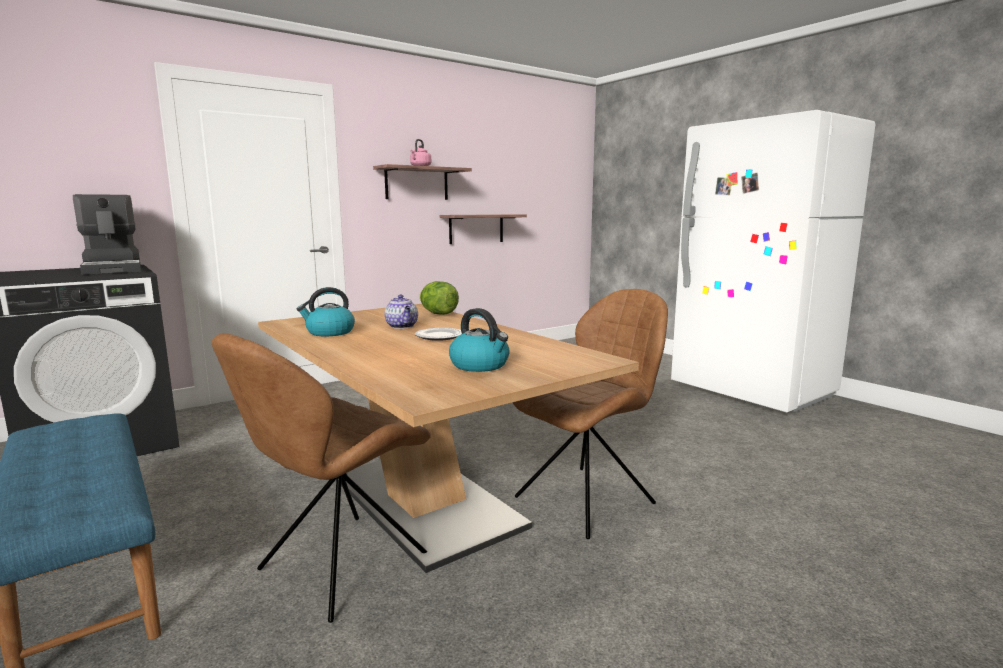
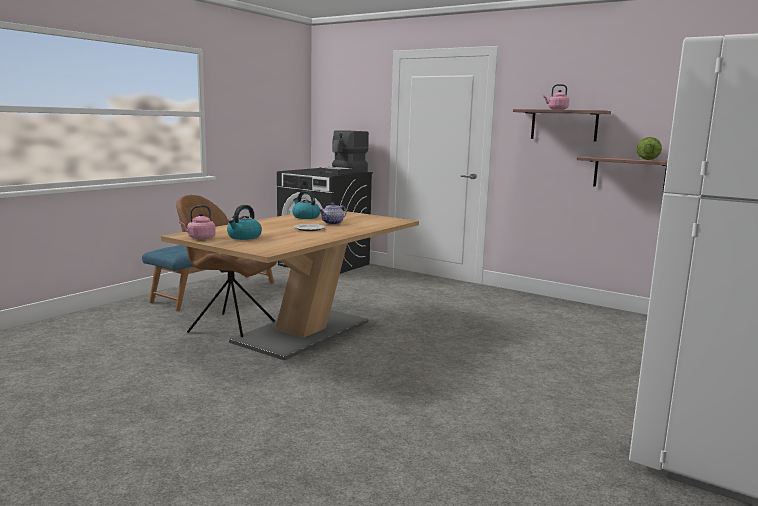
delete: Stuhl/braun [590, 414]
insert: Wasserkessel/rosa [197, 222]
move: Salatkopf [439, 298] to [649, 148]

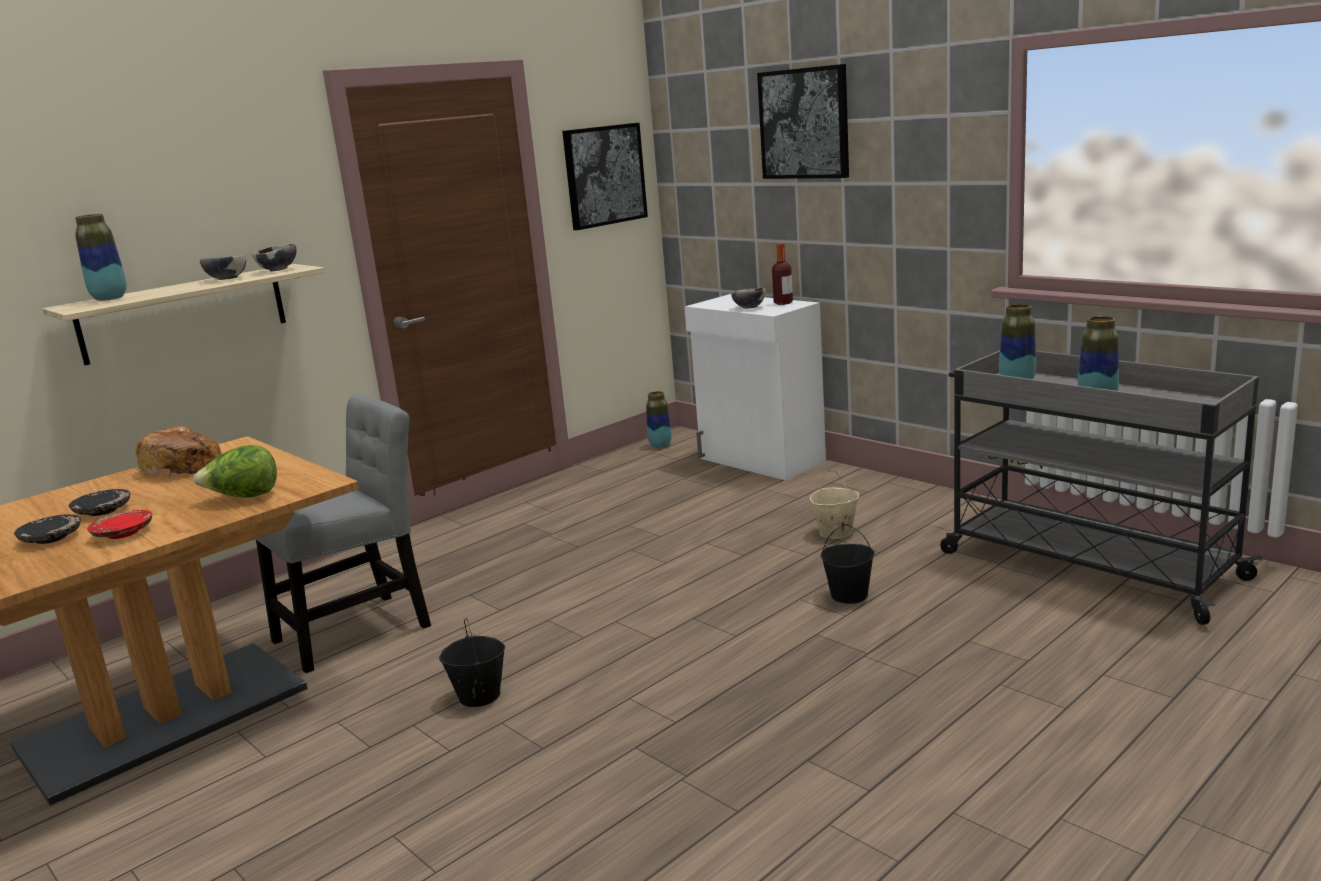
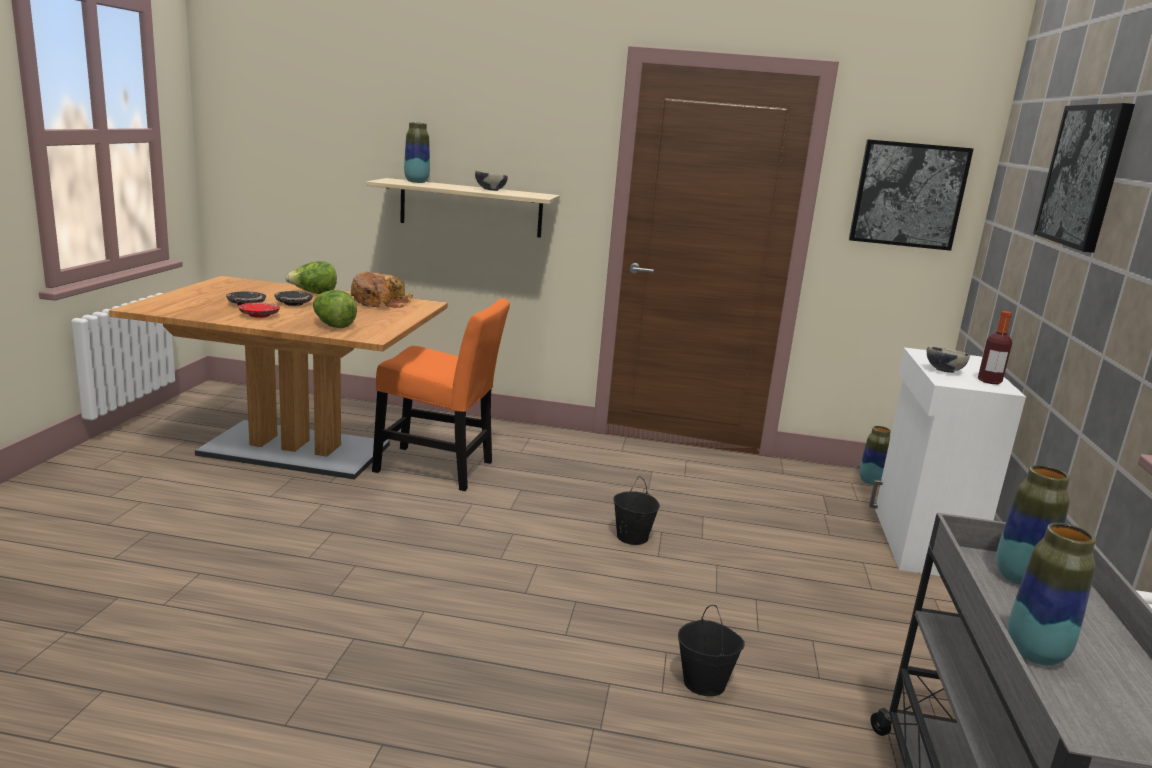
delete: Schüssel [274, 258]; Eimer/beige [834, 504]
insert: Salatkopf [311, 277]
move: Eimer/schwarz [472, 662] to [637, 510]
recolor: Stuhl/grau [343, 533] to Stuhl/orange [441, 394]

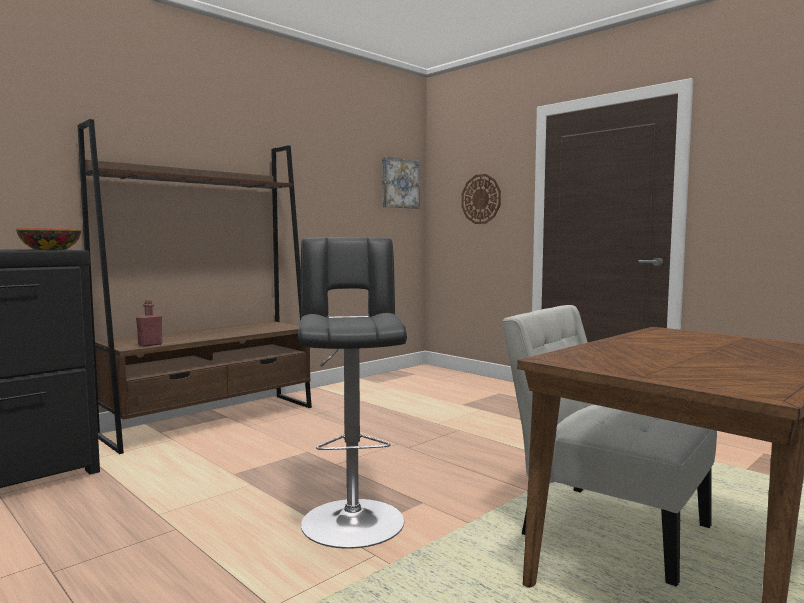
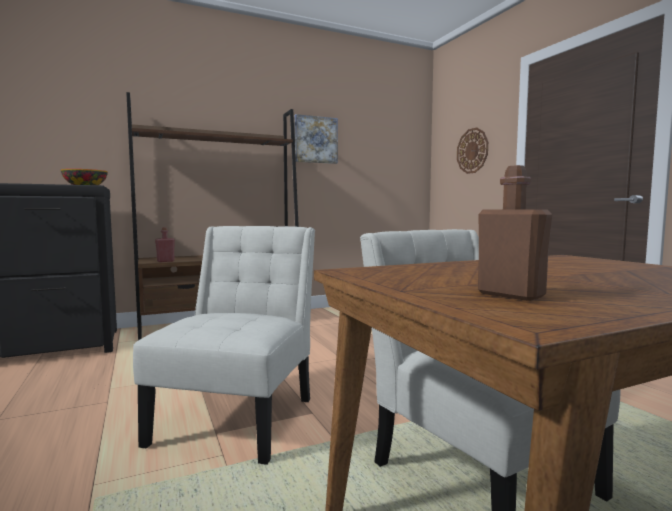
insert: Flasche/braun [515, 233]
move: Bild [401, 183] to [316, 139]
replace: Hocker/schwarz [352, 393] to Stuhl/weiß [224, 345]

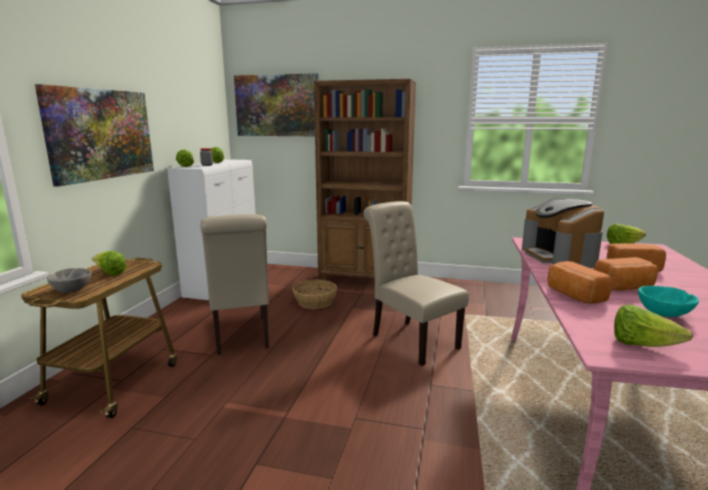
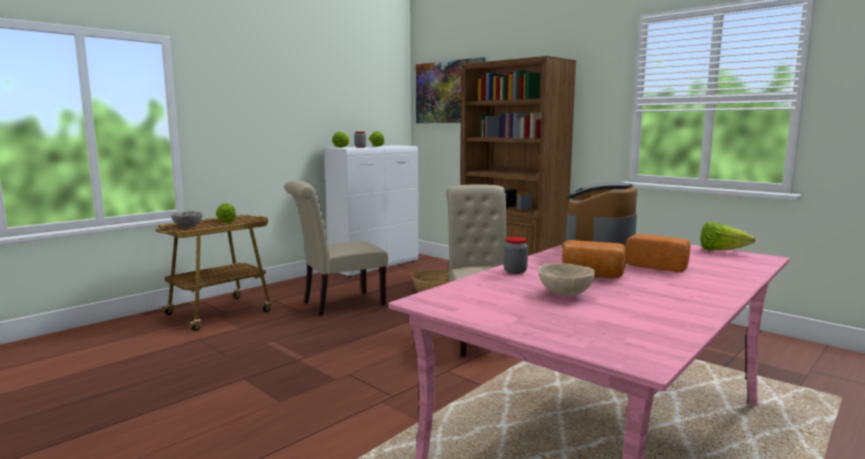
delete: Bild [94, 135]; Salatkopf [653, 326]
replace: Brot [580, 282] to Vorratsglas [516, 255]
recolor: Schüssel/türkis [668, 301] to Schüssel/beige [566, 279]
rotate: Stuhl/beige [234, 284] = [336, 248] 45 degrees clockwise

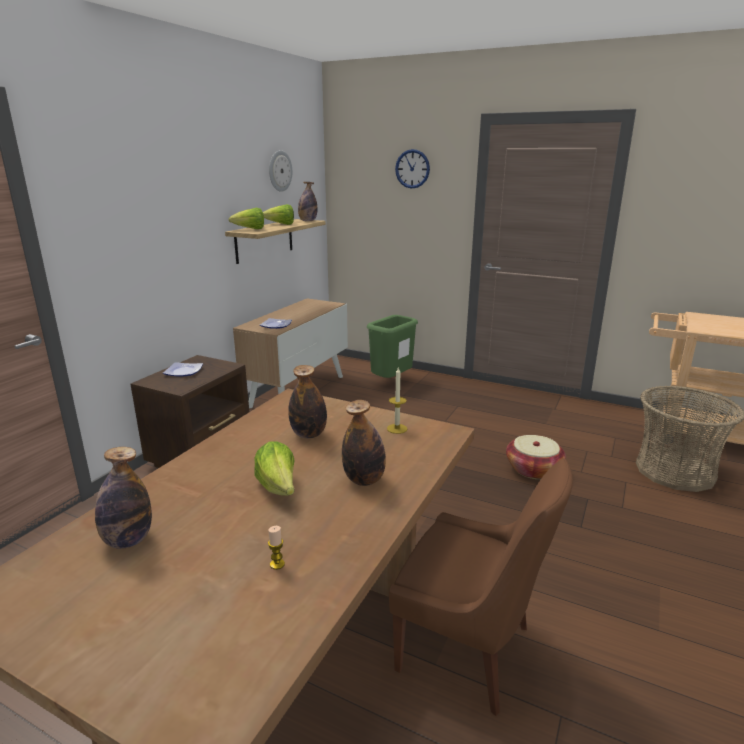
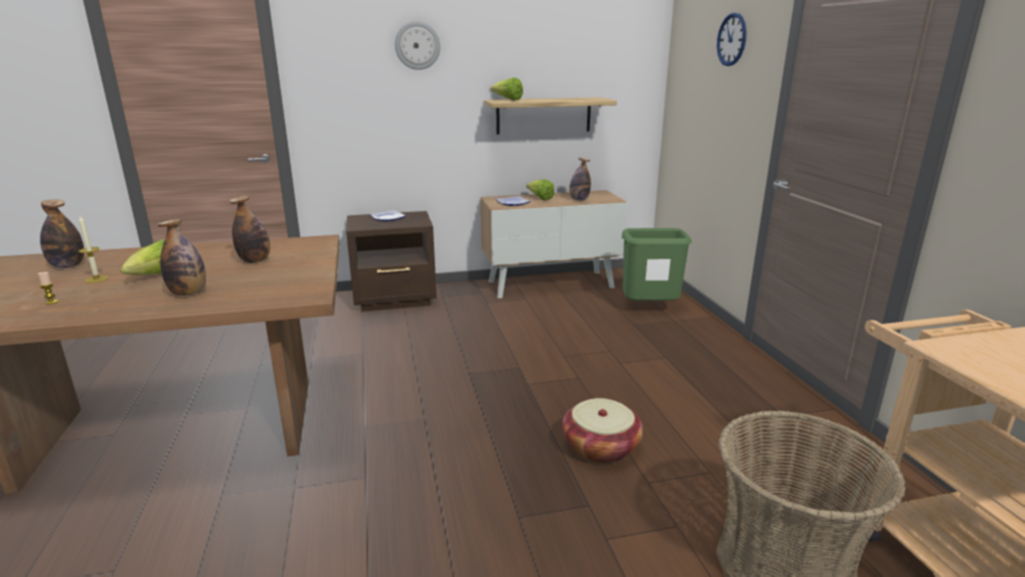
delete: Stuhl/braun [481, 587]
move: Kerze [397, 401] to [94, 249]; Wanduhr [280, 171] to [417, 45]; Salatkopf [278, 214] to [540, 189]; Flasche [307, 201] to [580, 179]

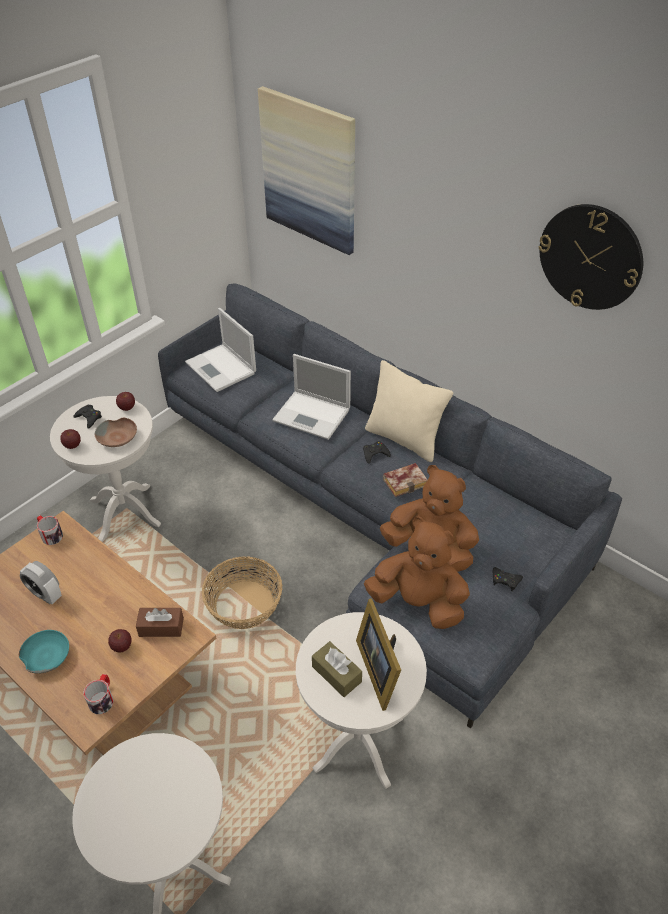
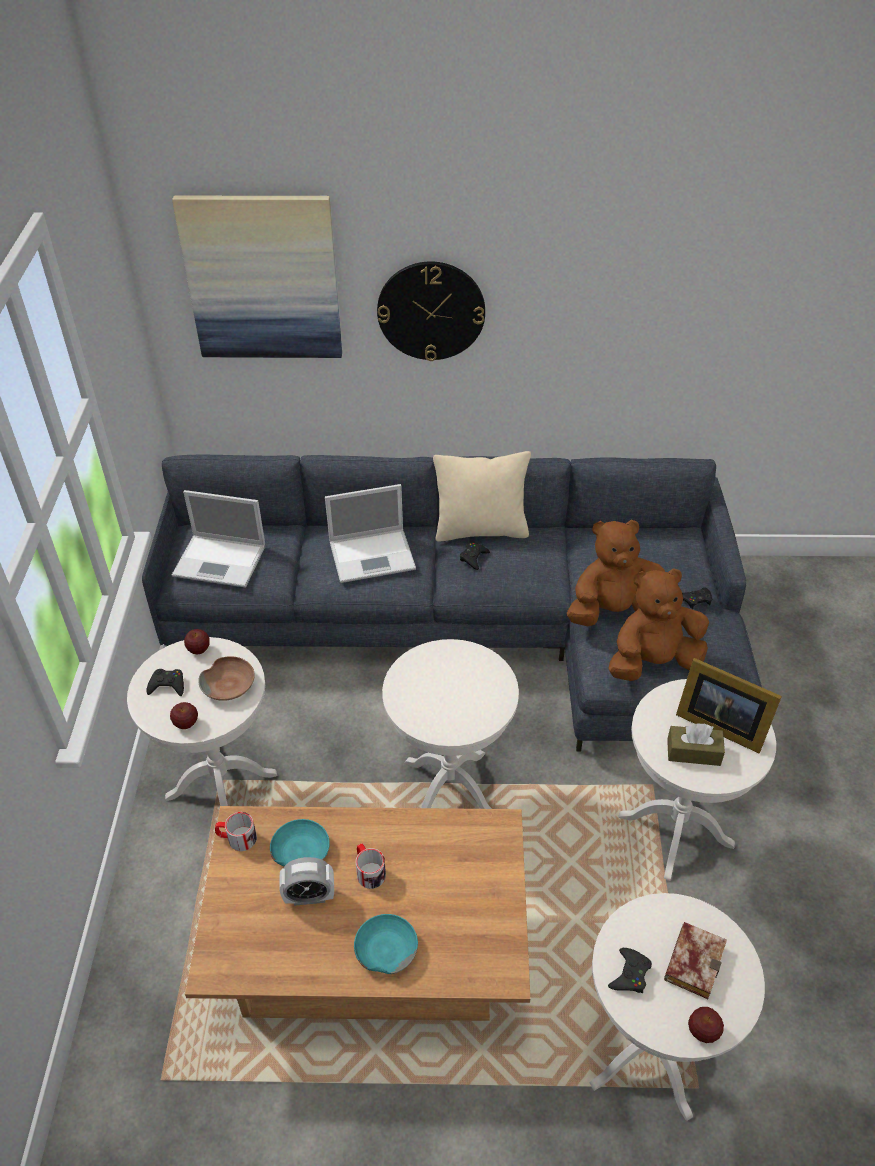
delete: Taschentuchbox/braun [160, 622]
insert: Schüssel/türkis [300, 843]; Gamepad/schwarz [630, 970]
move: Henkelbecher [98, 694] to [371, 866]; Wanduhr [591, 257] to [431, 311]; Buch [405, 480] to [695, 960]; Apfel [119, 641] to [706, 1025]
replace: Korb [242, 592] to Beistelltisch/weiß [450, 724]

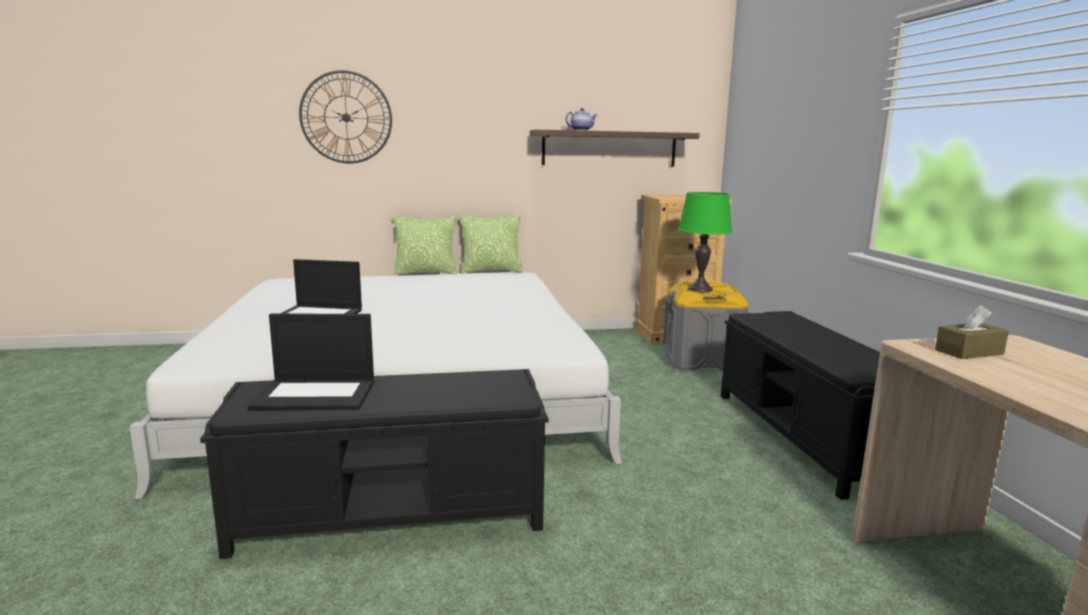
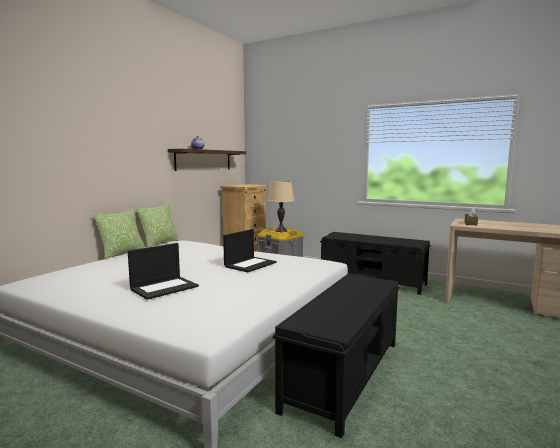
delete: Wanduhr [345, 117]
move: Laptop [311, 362] to [250, 250]
recolor: Tischlampe/grün [705, 242] to Tischlampe/beige [281, 206]

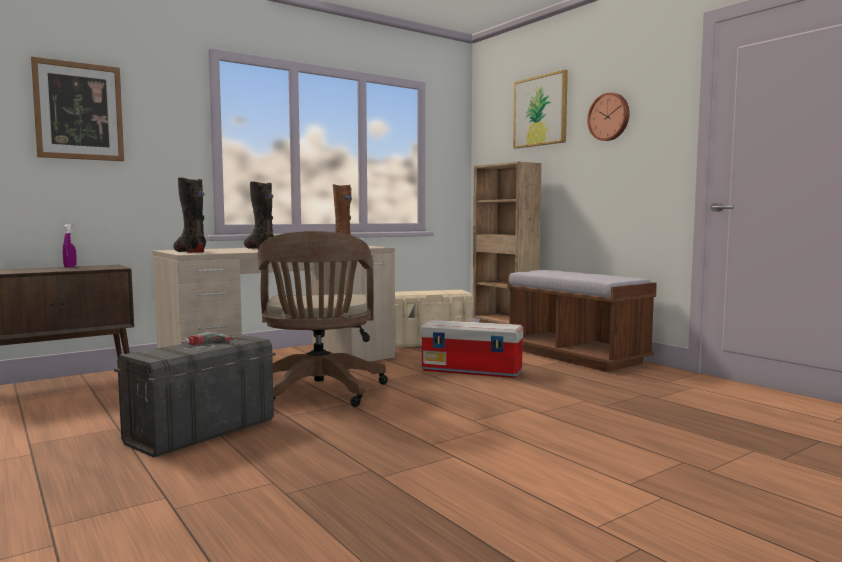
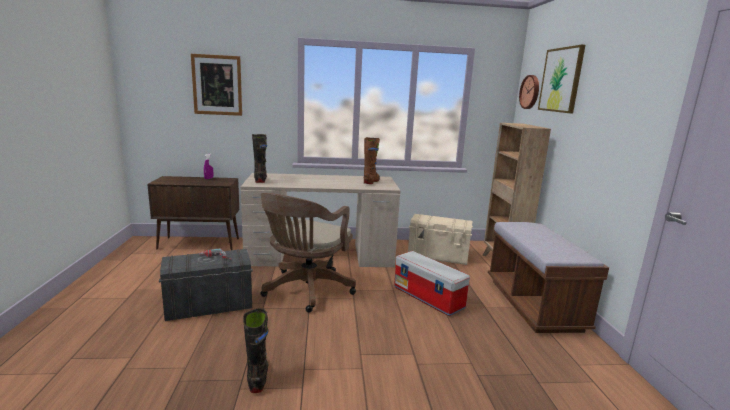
move: Stiefel/schwarz [259, 215] to [256, 350]; Wanduhr [608, 116] to [529, 92]

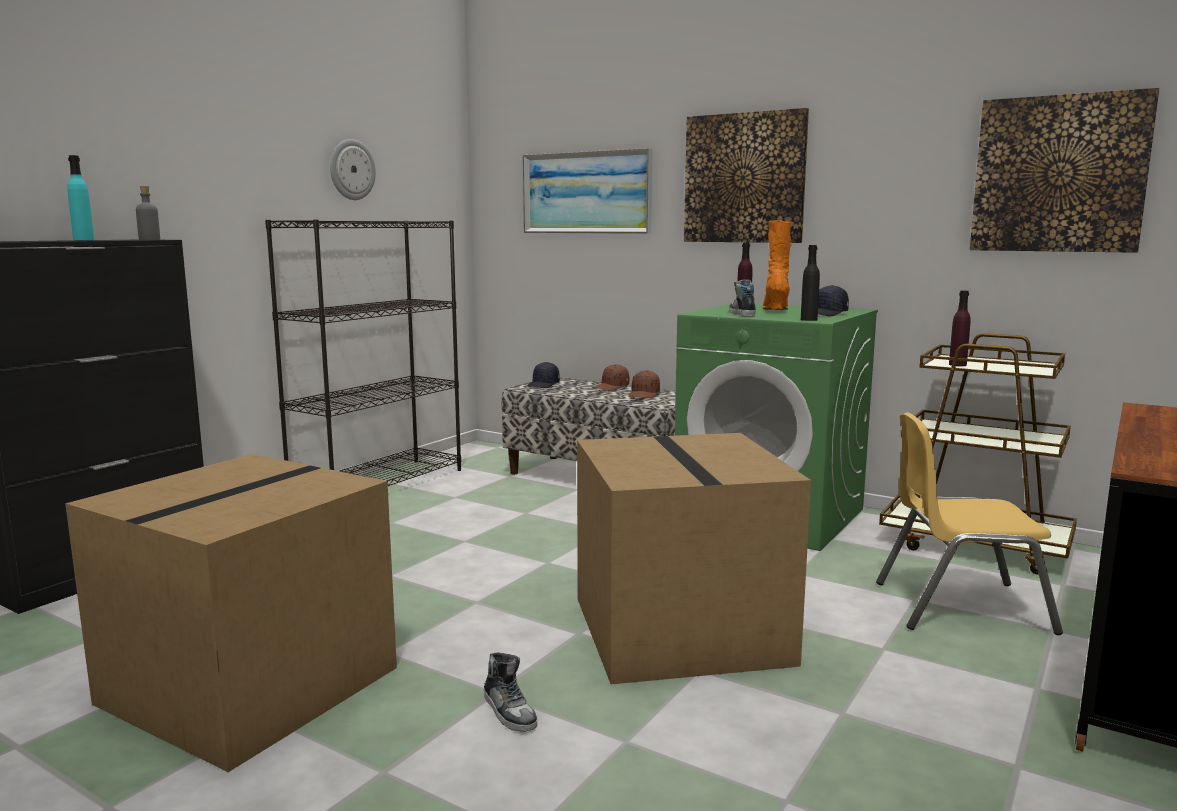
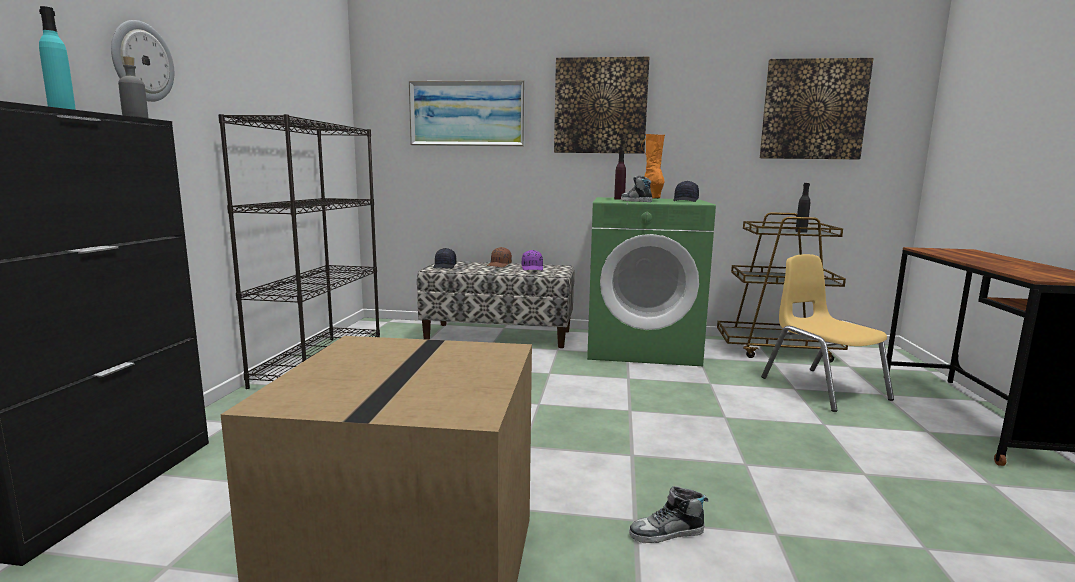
delete: Karton [694, 558]; Flasche/lila [960, 328]
move: Wanduhr [353, 169] to [142, 61]; Flasche/schwarz [810, 283] to [802, 208]
recolor: Kappe/braun [644, 384] to Kappe/lila [532, 260]
rotate: Schuh [510, 692] = [668, 514] 135 degrees clockwise; Stuhl/gelb [969, 523] = [827, 333] 90 degrees clockwise

